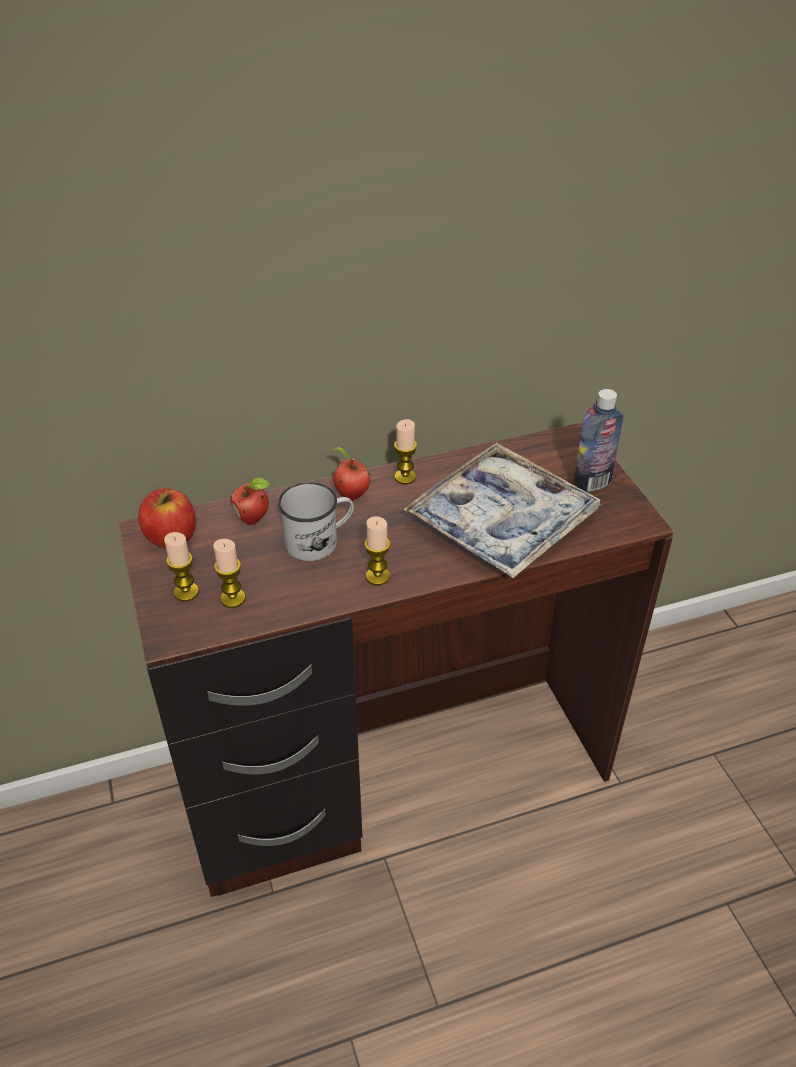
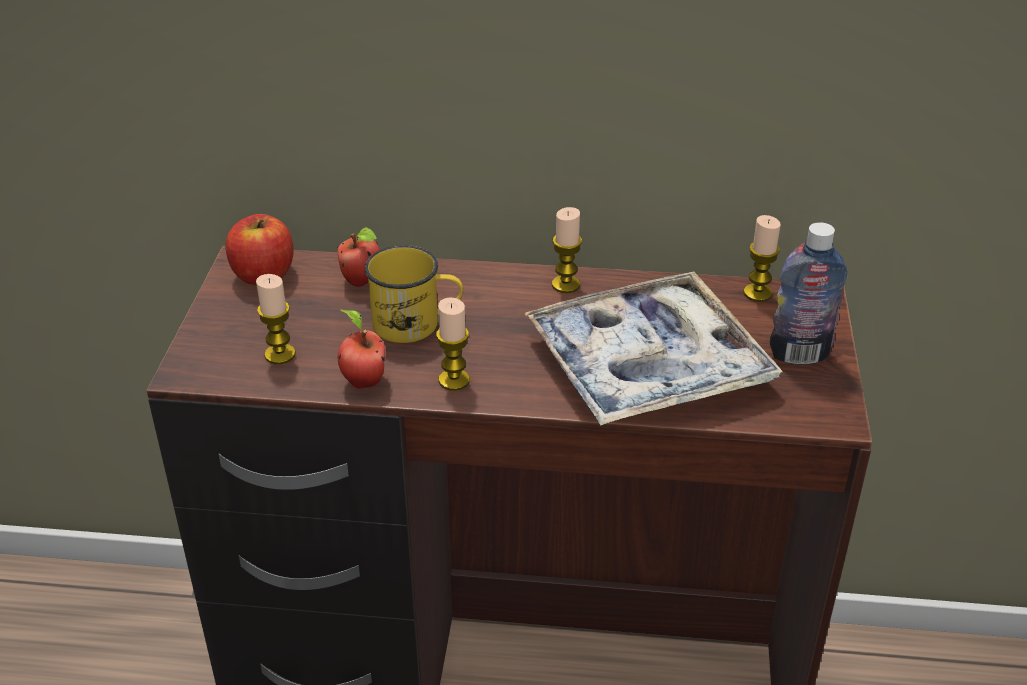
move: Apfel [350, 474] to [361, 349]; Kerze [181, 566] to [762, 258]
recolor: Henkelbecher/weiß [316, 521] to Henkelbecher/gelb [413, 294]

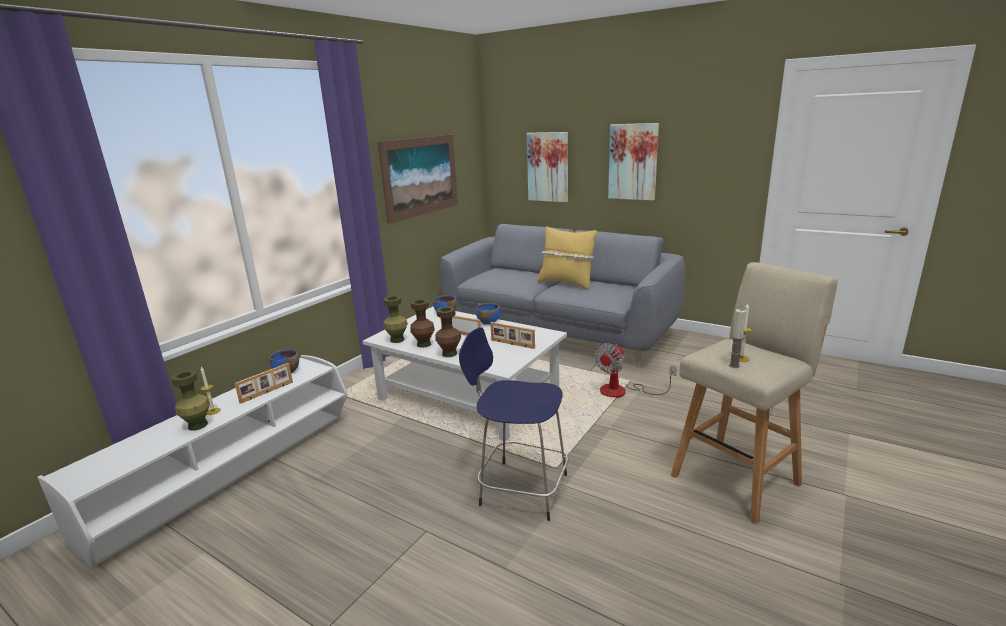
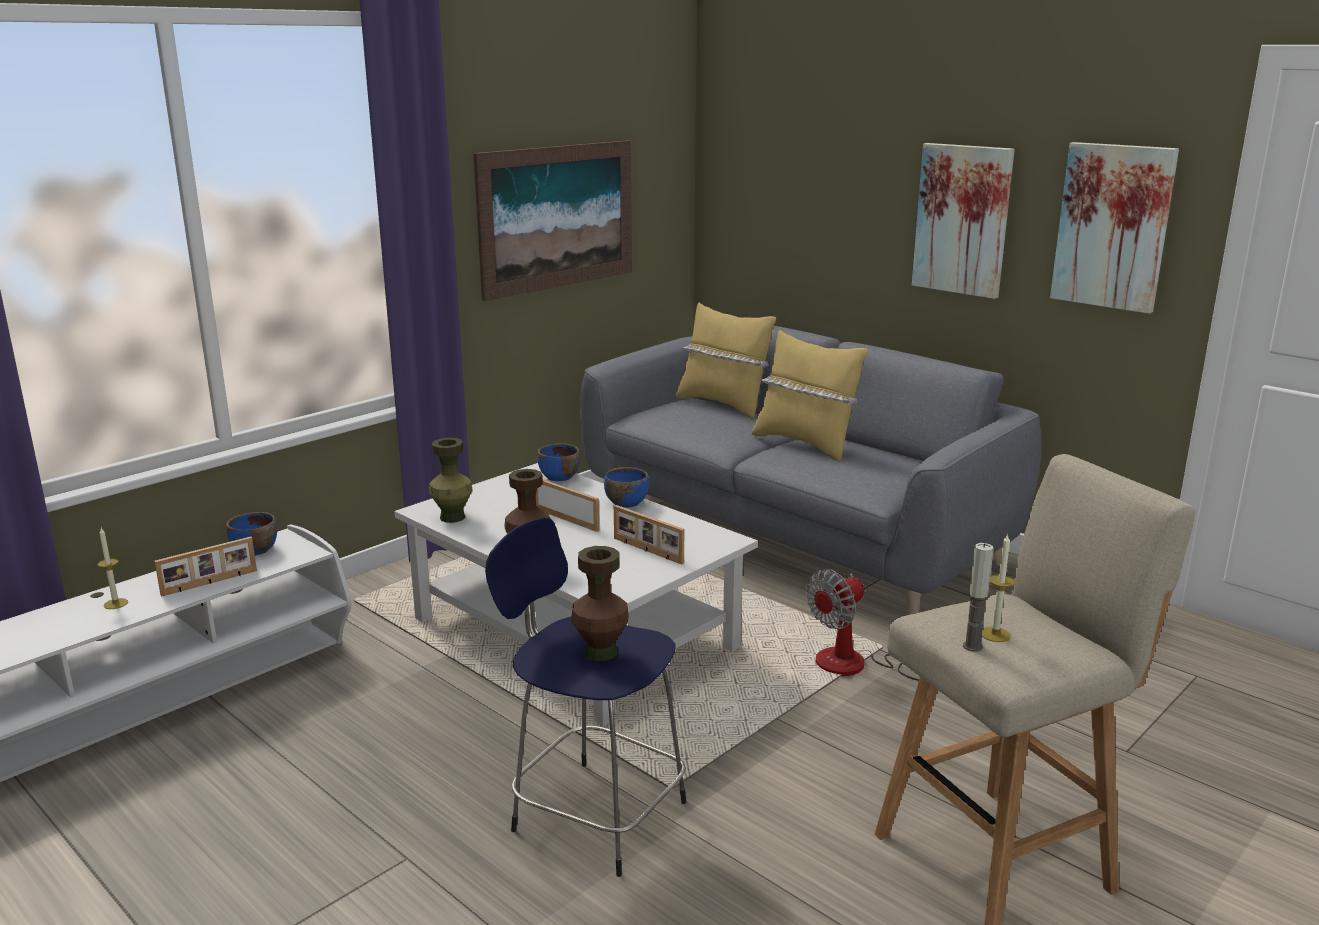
delete: Vase/grün [190, 400]
insert: Kissen/gelb [725, 360]
move: Vase/braun [422, 323] to [600, 603]; Bild [547, 167] to [1114, 228]

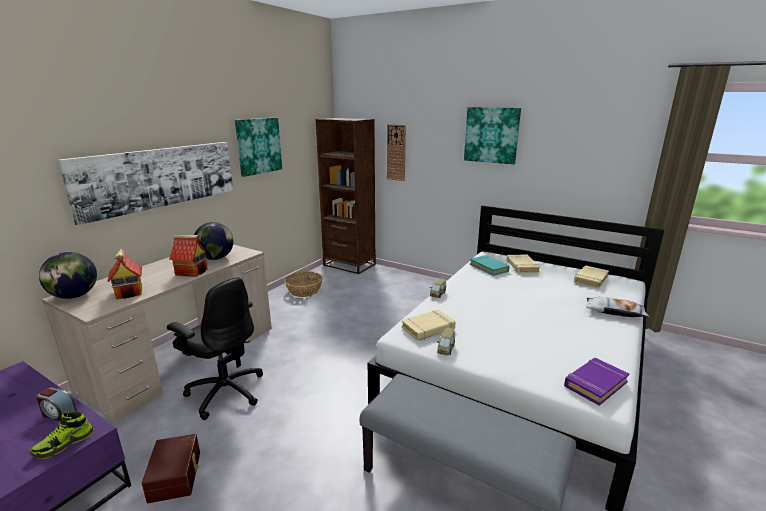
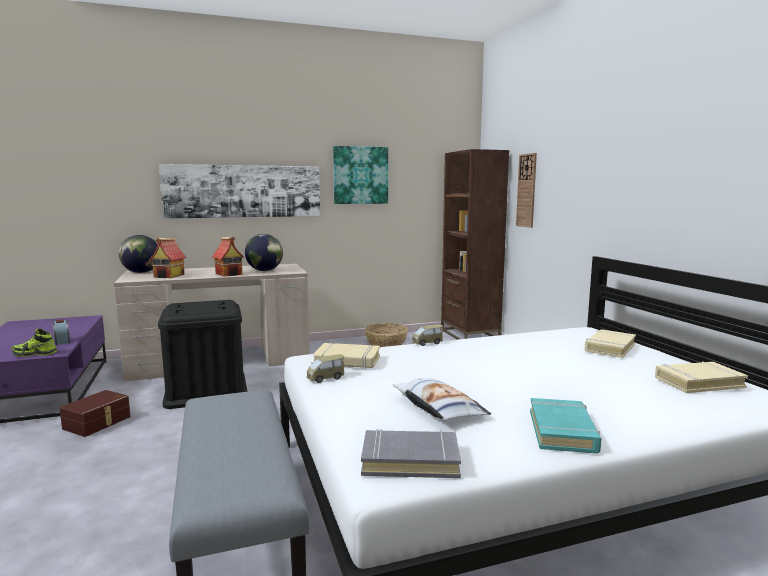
delete: Bild [492, 135]
move: Kissen [618, 307] to [442, 399]; Buch/türkis [490, 265] to [565, 426]
replace: Bürostuhl/schwarz [215, 348] to Aufbewahrungsbox/schwarz [202, 354]
recolor: Buch/lila [596, 382] to Buch/grau [411, 453]

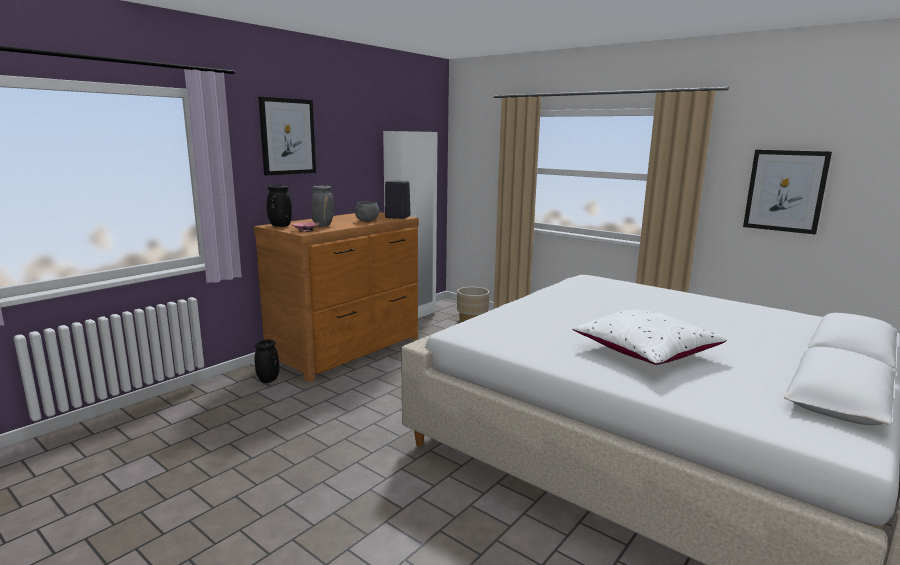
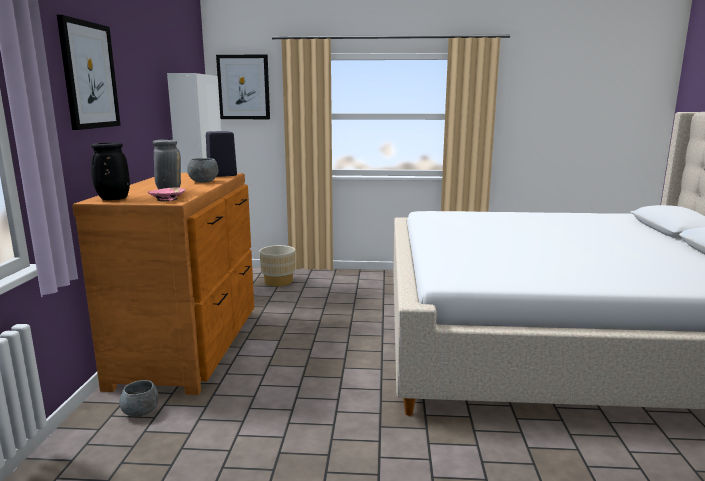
delete: Kissen/weiß [649, 337]
move: Bild [787, 192] to [243, 86]
replace: Vase/schwarz [267, 361] to Schüssel/grau [139, 398]

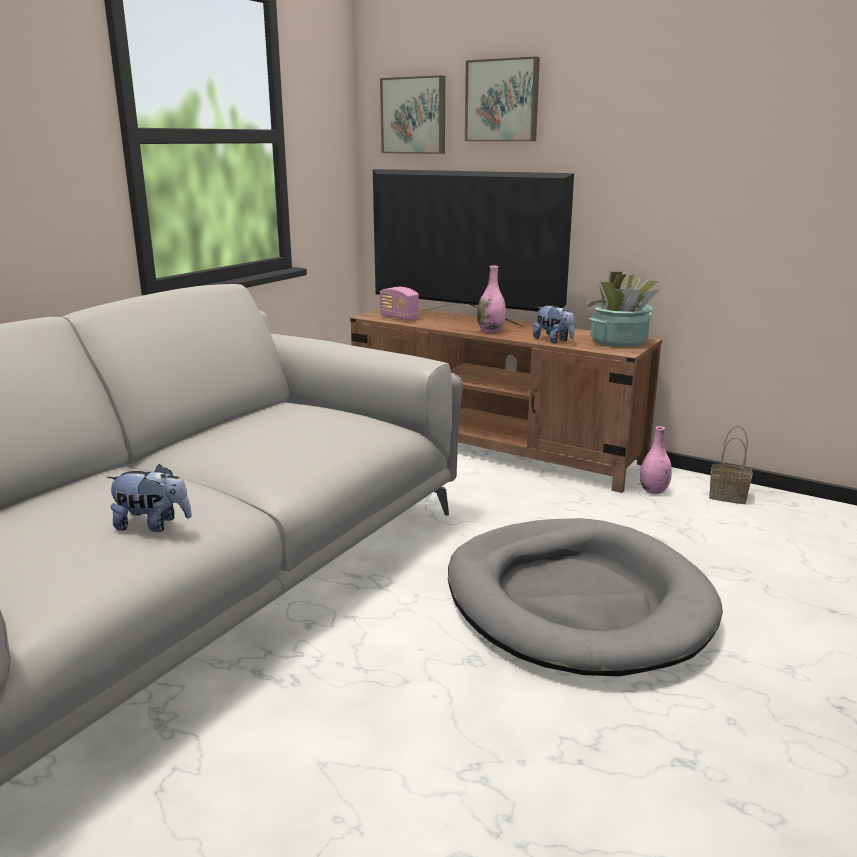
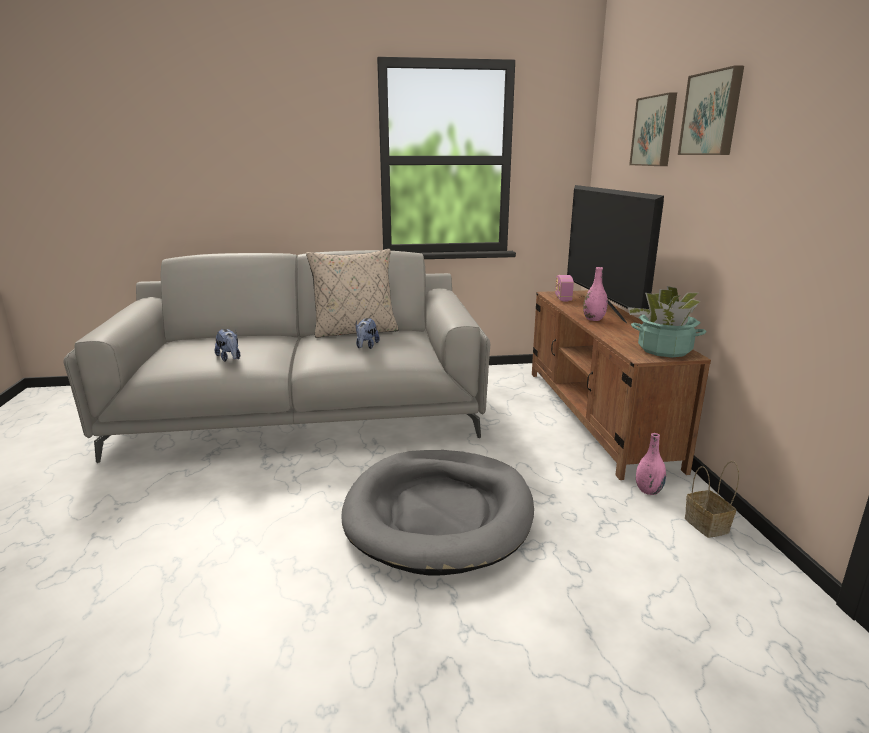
insert: Kissen/beige [352, 293]
move: Plüschtier [554, 324] to [368, 333]; Bild [412, 114] to [711, 110]

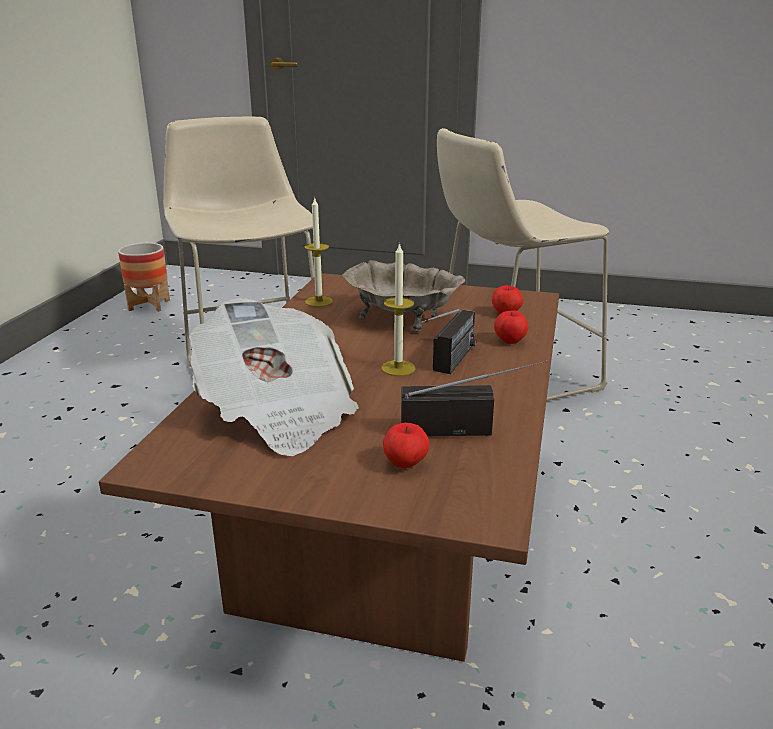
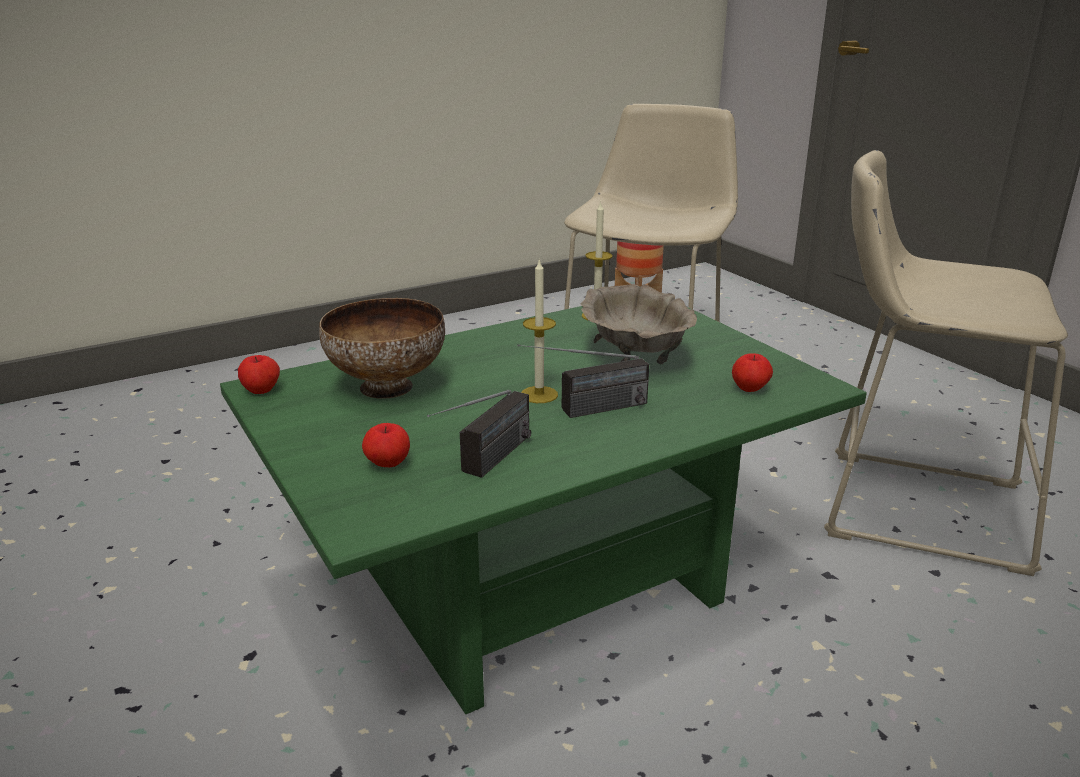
move: Apfel [511, 327] to [259, 374]
replace: Zeitung [274, 377] to Schüssel [382, 348]
recolor: Couchtisch/braun [329, 467] to Couchtisch/grün [543, 510]
rotate: Radio [474, 398] = [479, 434] 75 degrees clockwise

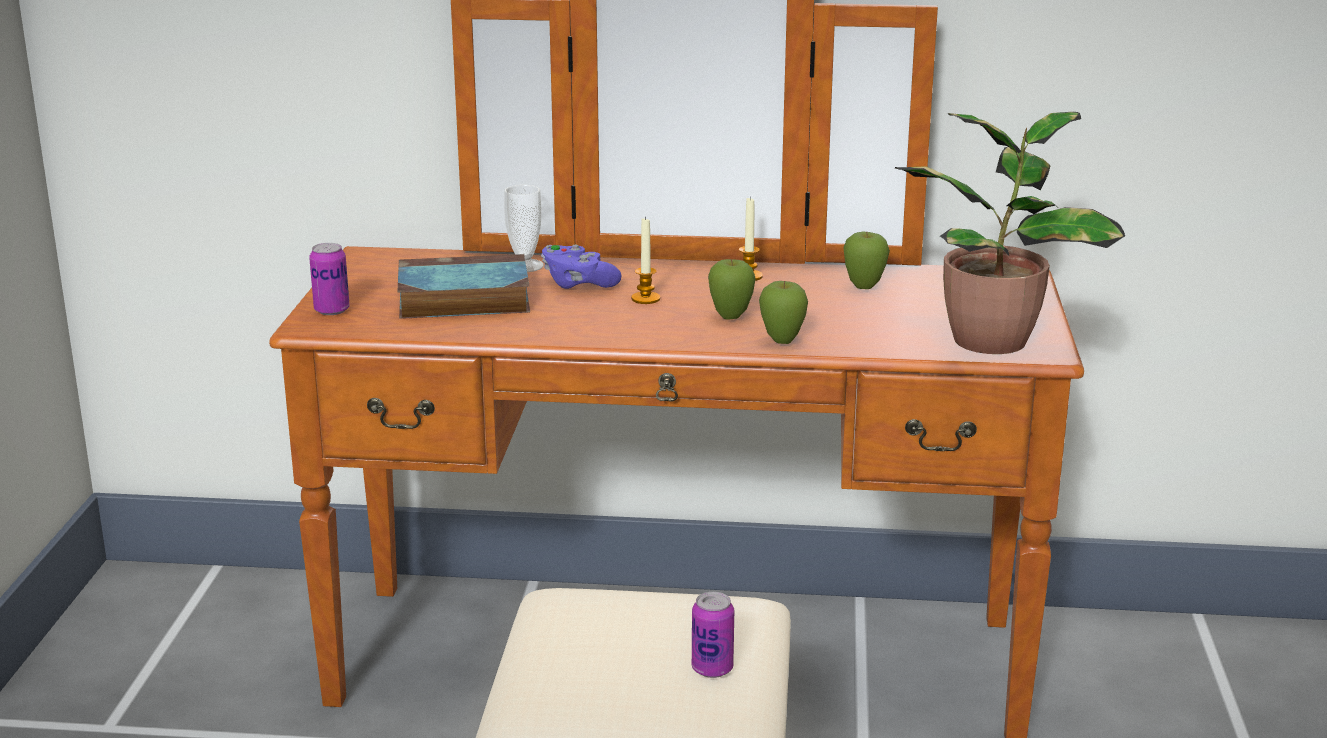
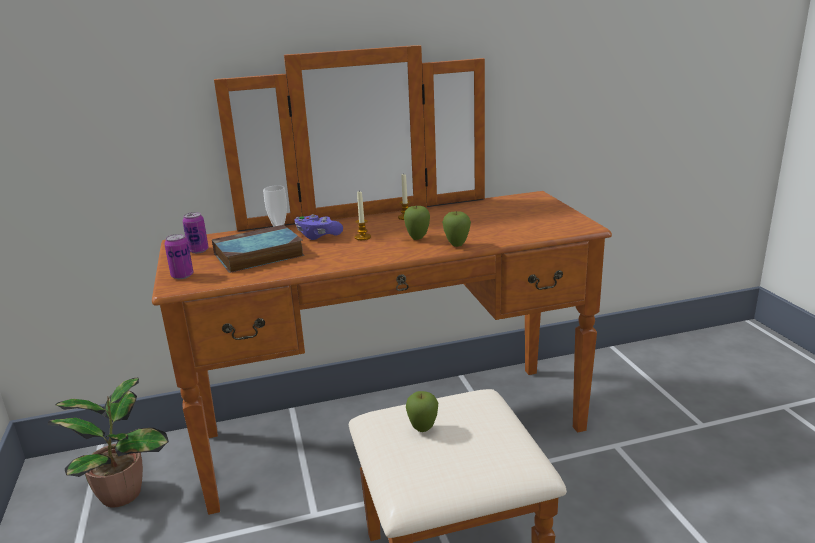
move: Topfpflanze [1010, 233] to [108, 442]; Dose [713, 635] to [196, 233]; Apfel [866, 260] to [422, 411]

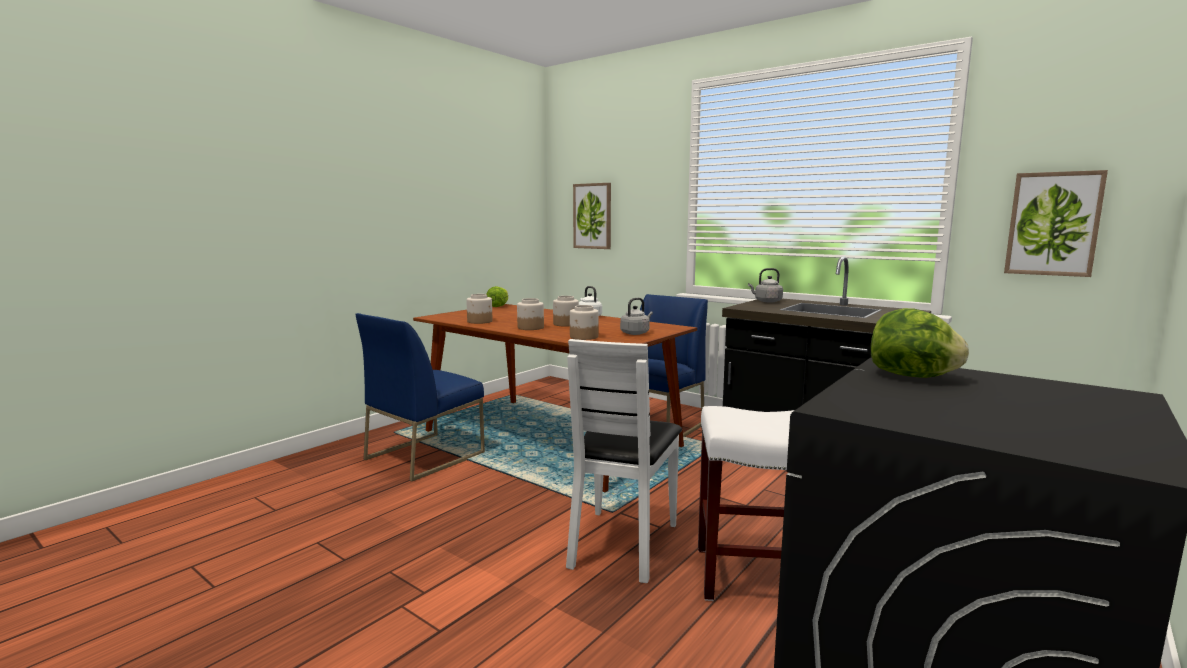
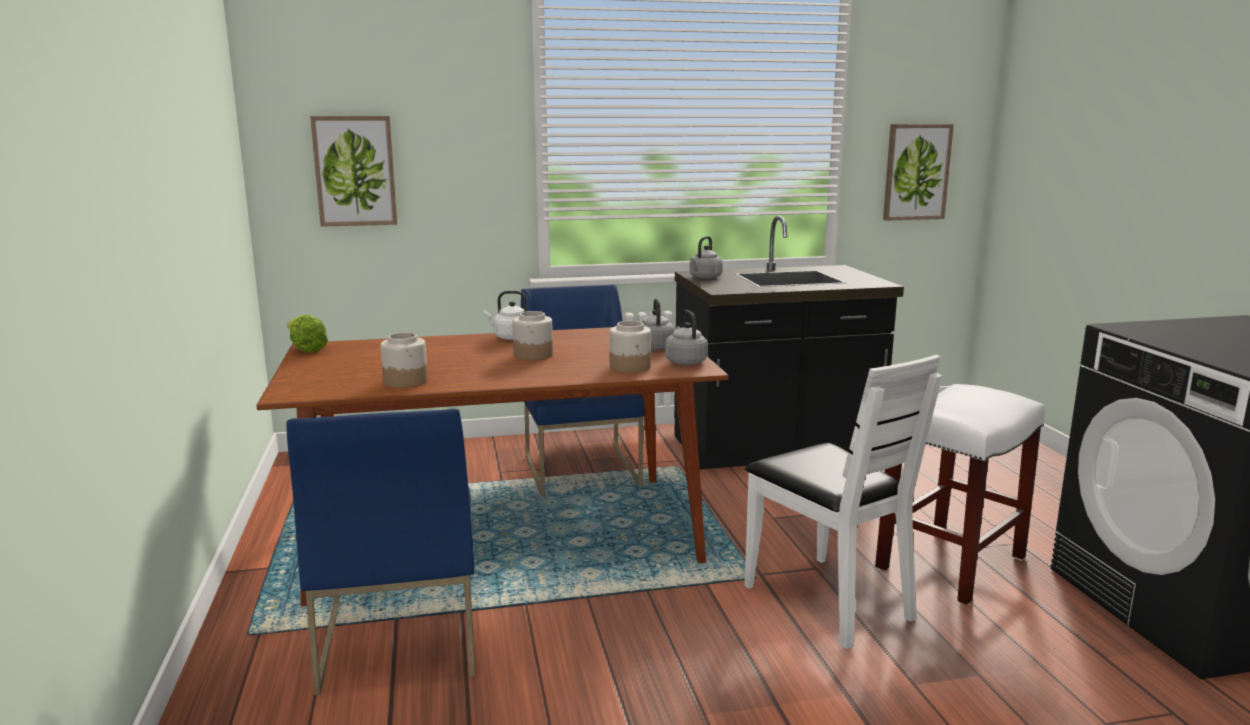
delete: Vorratsglas [530, 314]; Salatkopf [920, 343]
insert: Wasserkessel/grau [686, 337]

